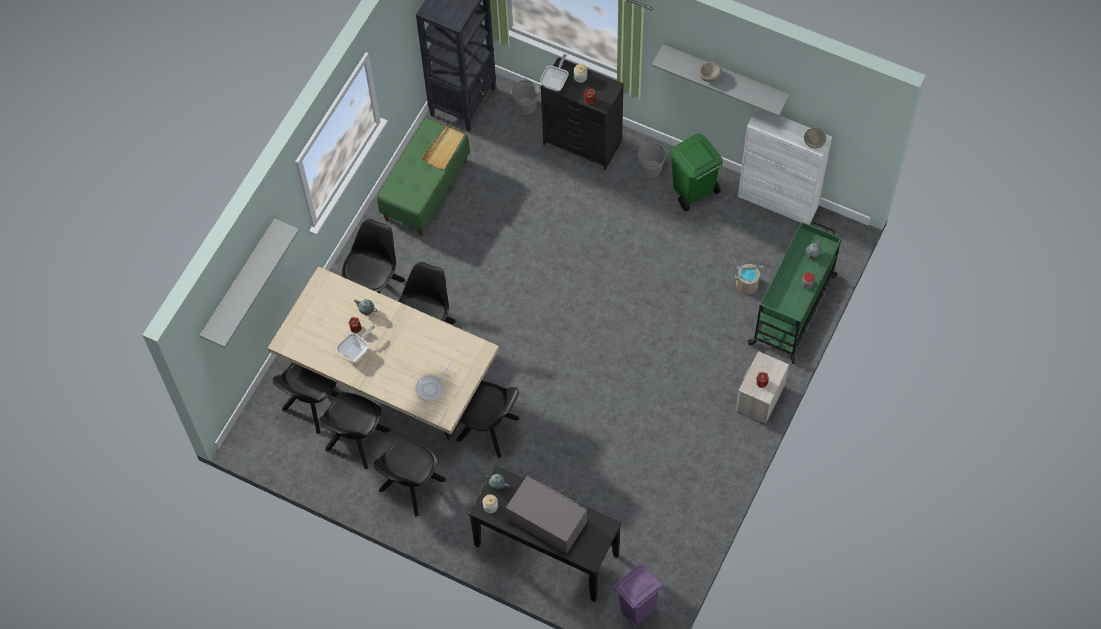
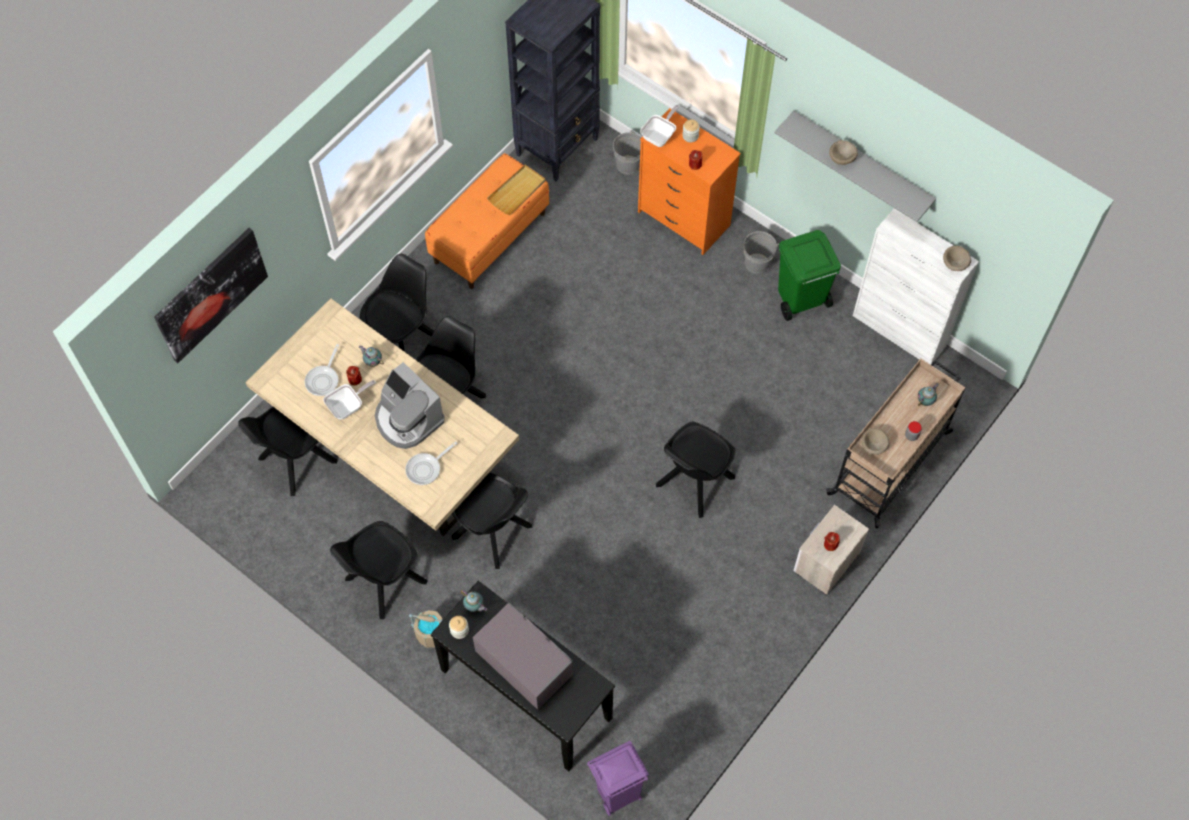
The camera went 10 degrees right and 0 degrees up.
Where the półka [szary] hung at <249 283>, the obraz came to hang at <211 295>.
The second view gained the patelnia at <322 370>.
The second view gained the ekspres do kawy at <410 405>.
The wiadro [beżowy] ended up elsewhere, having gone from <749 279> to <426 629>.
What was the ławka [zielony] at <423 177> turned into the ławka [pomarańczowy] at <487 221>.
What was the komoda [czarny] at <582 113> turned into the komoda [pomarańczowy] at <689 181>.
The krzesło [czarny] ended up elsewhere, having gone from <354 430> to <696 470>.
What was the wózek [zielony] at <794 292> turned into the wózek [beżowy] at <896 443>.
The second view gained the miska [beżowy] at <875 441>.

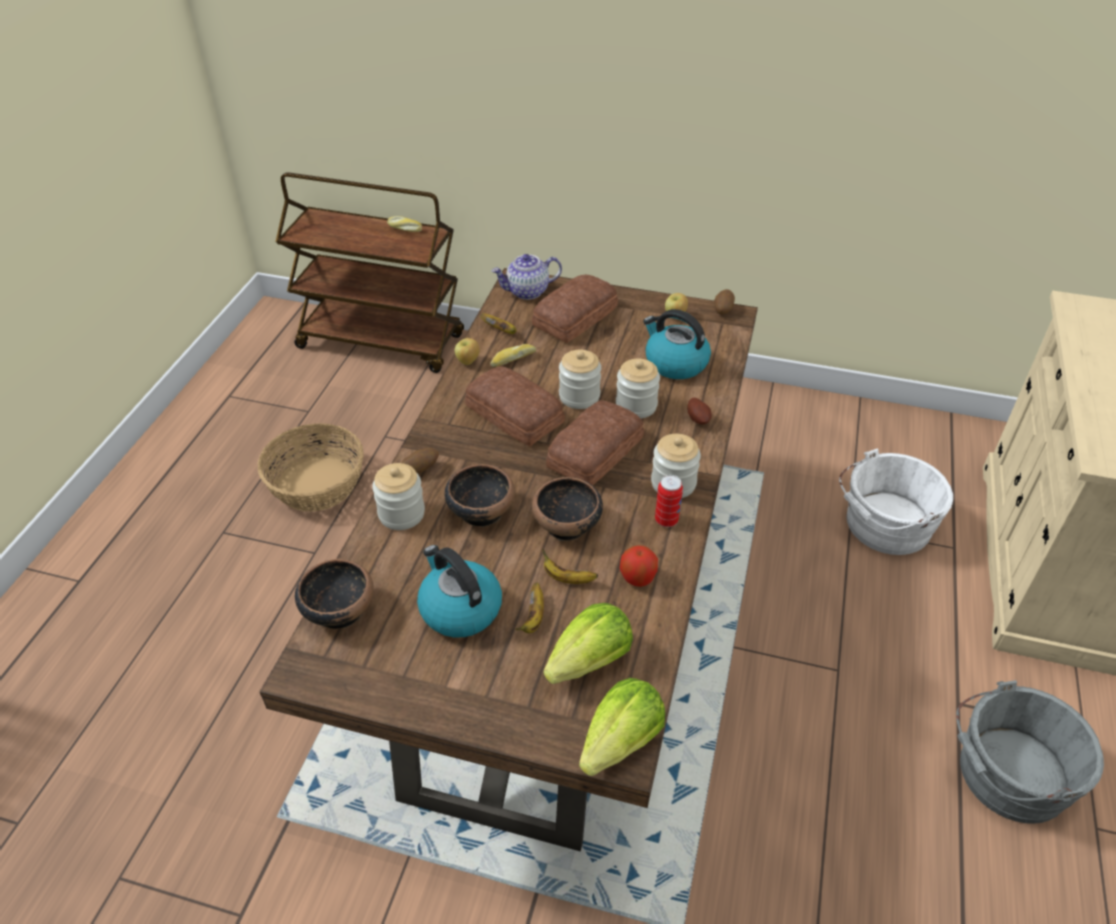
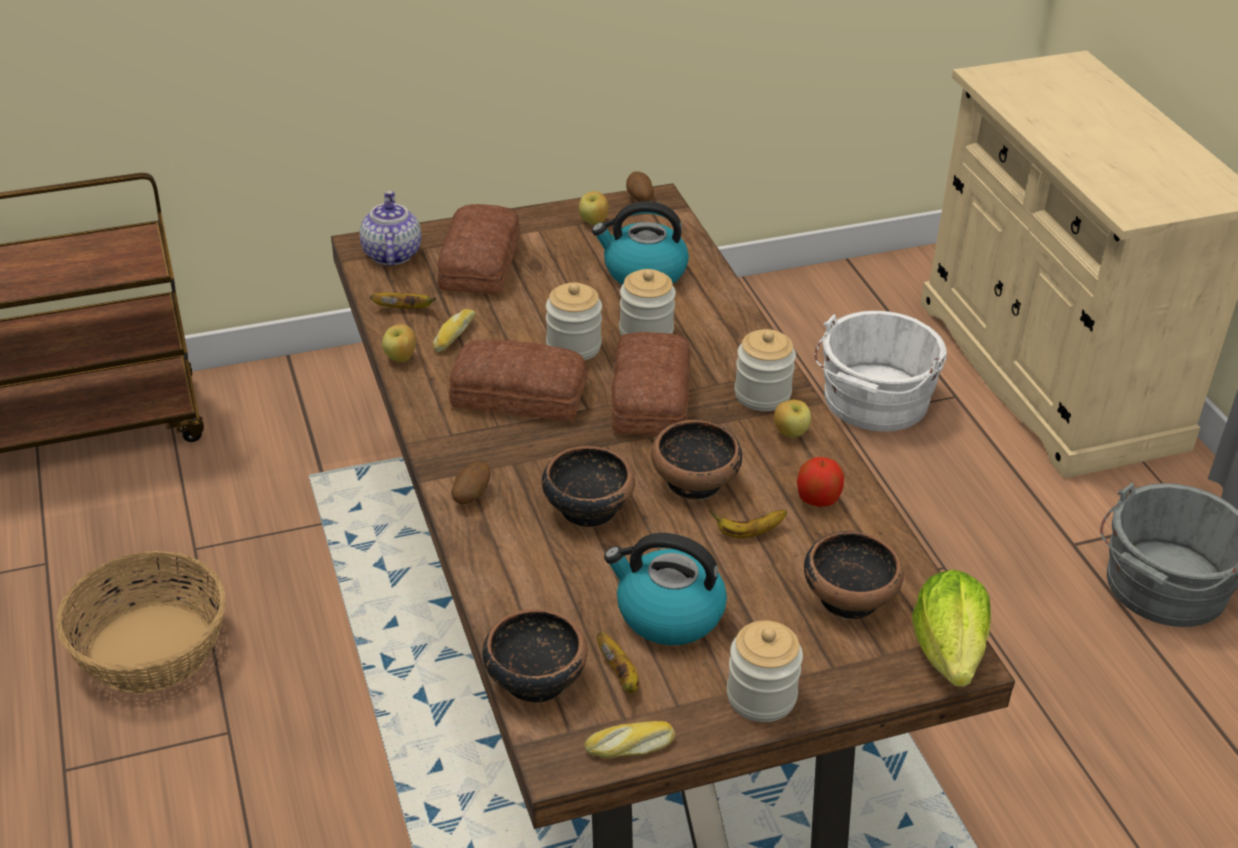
The camera went 35 degrees left and 5 degrees down.
The imbryk at <526 277> ended up facing another way, 135 degrees clockwise from before.
The chleb ended up elsewhere, having gone from <404 224> to <630 739>.
The banan ended up elsewhere, having gone from <530 608> to <618 662>.
The słoik ended up elsewhere, having gone from <398 496> to <765 671>.
Where the puszka stood at <669 501>, the jabłko came to stand at <792 419>.
Where the sałata stood at <588 643>, the miska came to stand at <854 575>.
The second view lost the ziemniak at <699 411>.

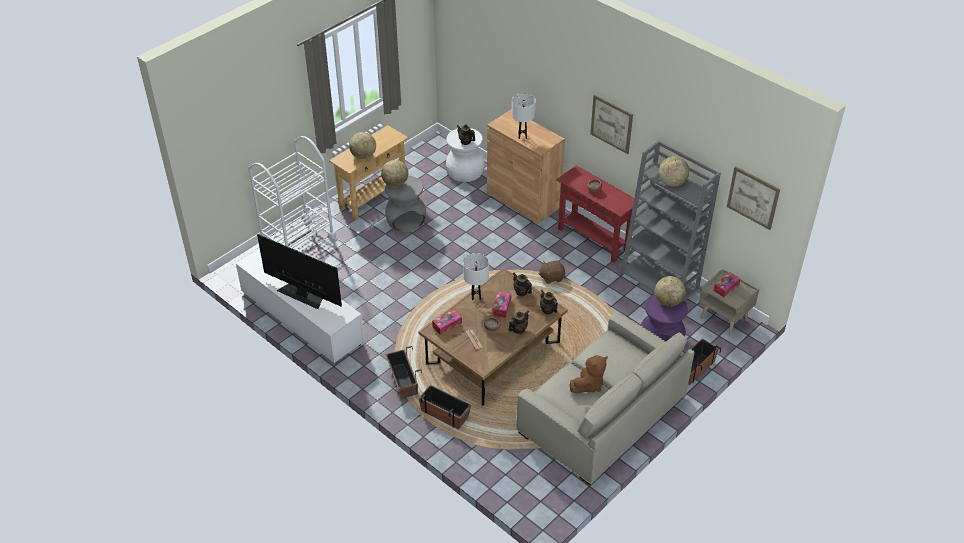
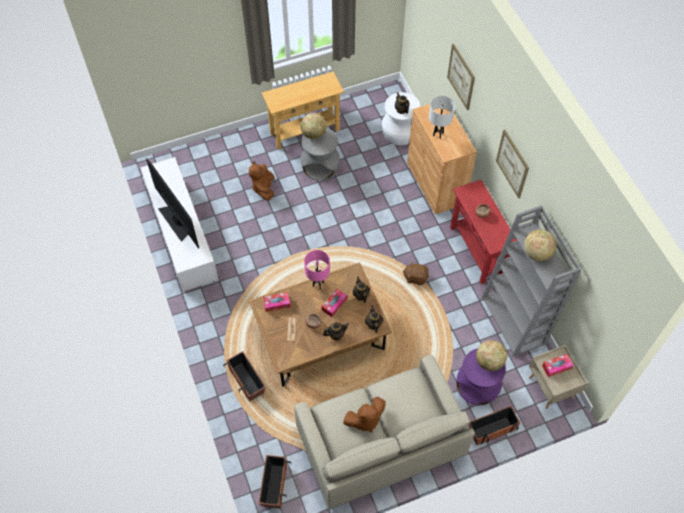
The camera went 25 degrees right and 15 degrees up.
The second view gained the pluszak [brązowy] at <262 181>.
The donica ended up elsewhere, having gone from <403 372> to <274 482>.
What was the lampa stołowa [biały] at <476 276> turned into the lampa stołowa [różowy] at <317 269>.
The obraz ended up elsewhere, having gone from <753 198> to <461 77>.
The second view lost the wózek [biały] at <292 192>.
The second view lost the globus at <362 145>.

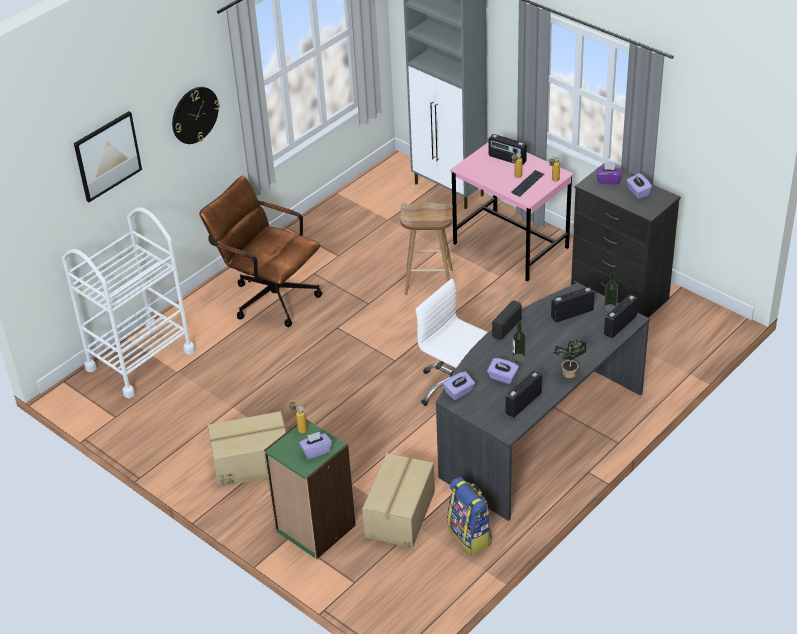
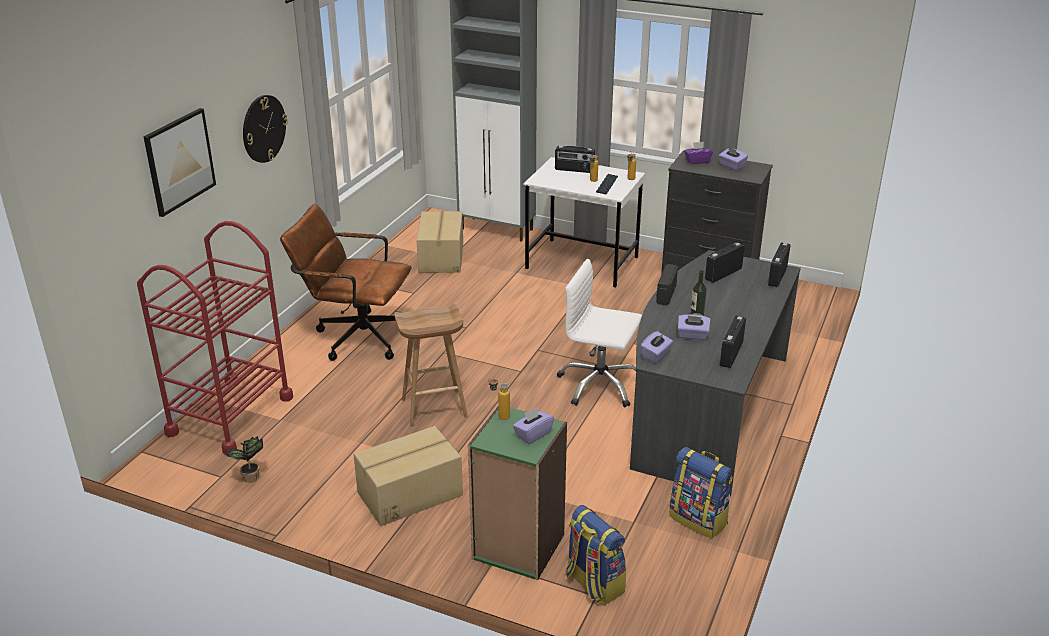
The camera went 20 degrees left and 10 degrees down.
What was the wózek [biały] at <128 302> turned into the wózek [czerwony] at <215 337>.
The roślina doniczkowa ended up elsewhere, having gone from <569 358> to <243 459>.
The stołek [brązowy] ended up elsewhere, having gone from <426 249> to <431 365>.
The karton ended up elsewhere, having gone from <398 500> to <440 242>.
What was the biurko [różowy] at <512 211> turned into the biurko [biały] at <584 222>.
The second view gained the plecak at <596 555>.
The second view lost the butelka at <611 292>.

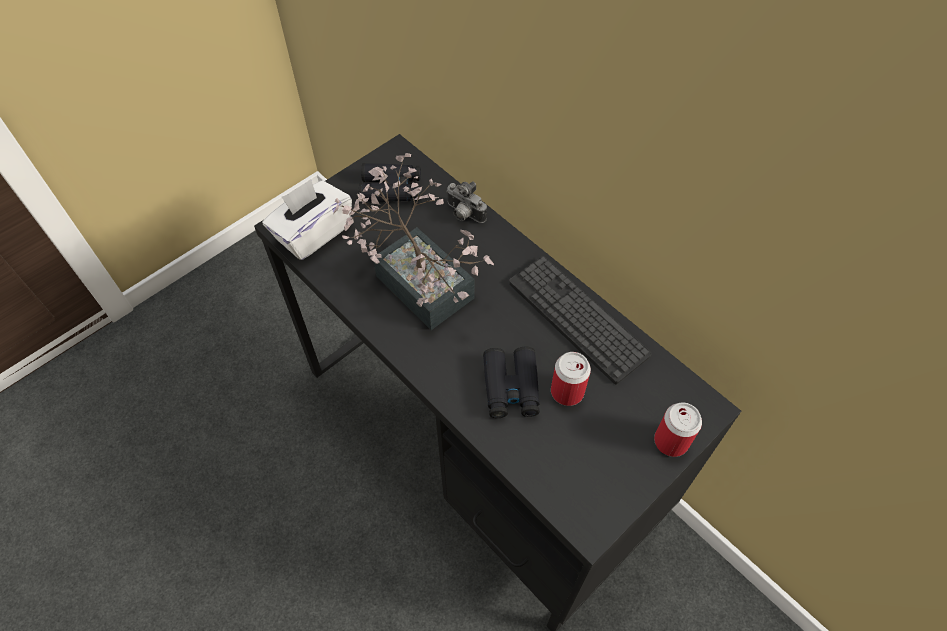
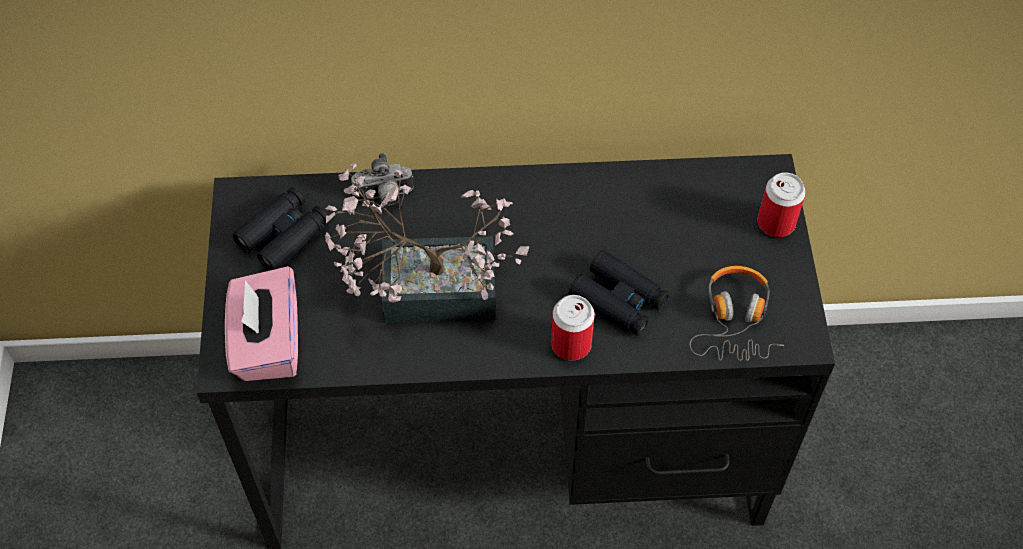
The camera went 50 degrees left and 0 degrees up.
What was the pudełko chusteczek [biały] at <307 219> turned into the pudełko chusteczek [różowy] at <261 323>.
The puszka ended up elsewhere, having gone from <571 379> to <573 328>.
The second view gained the słuchawki at <736 313>.
The second view lost the klawiatura at <580 320>.

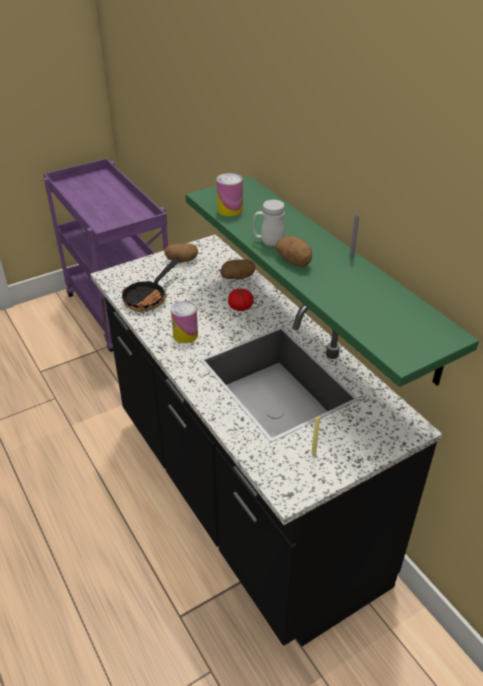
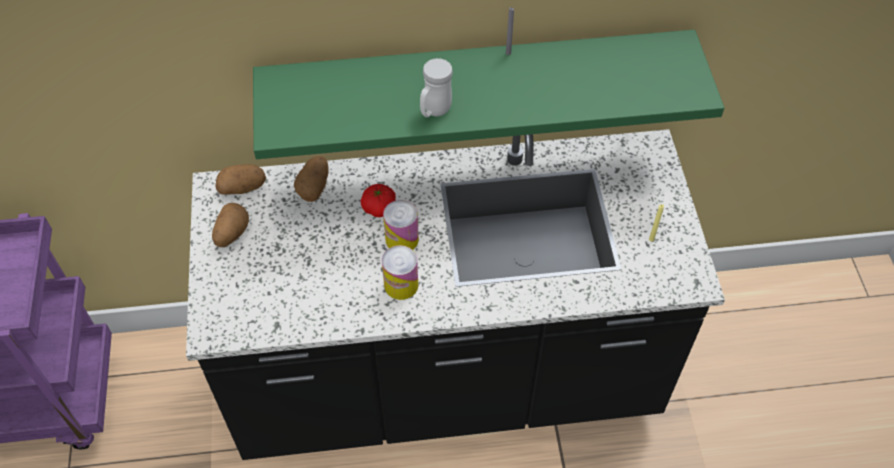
The camera went 65 degrees left and 15 degrees up.
The ziemniak ended up elsewhere, having gone from <293 251> to <240 179>.
The puszka ended up elsewhere, having gone from <230 195> to <401 225>.
The second view lost the patelnia at <151 284>.

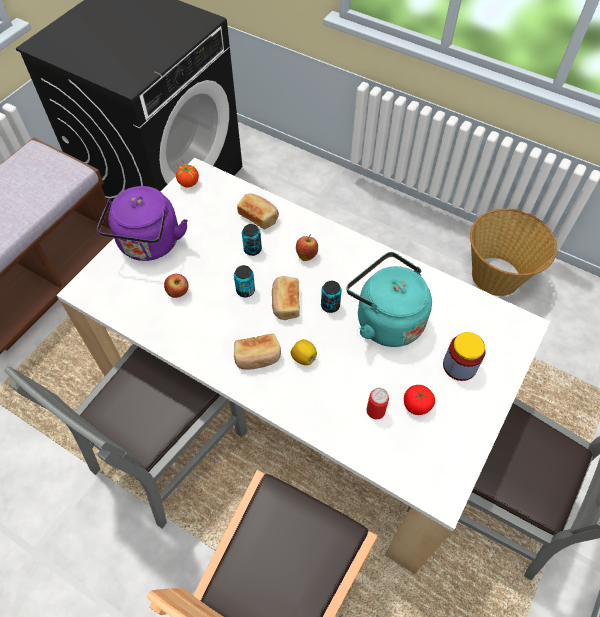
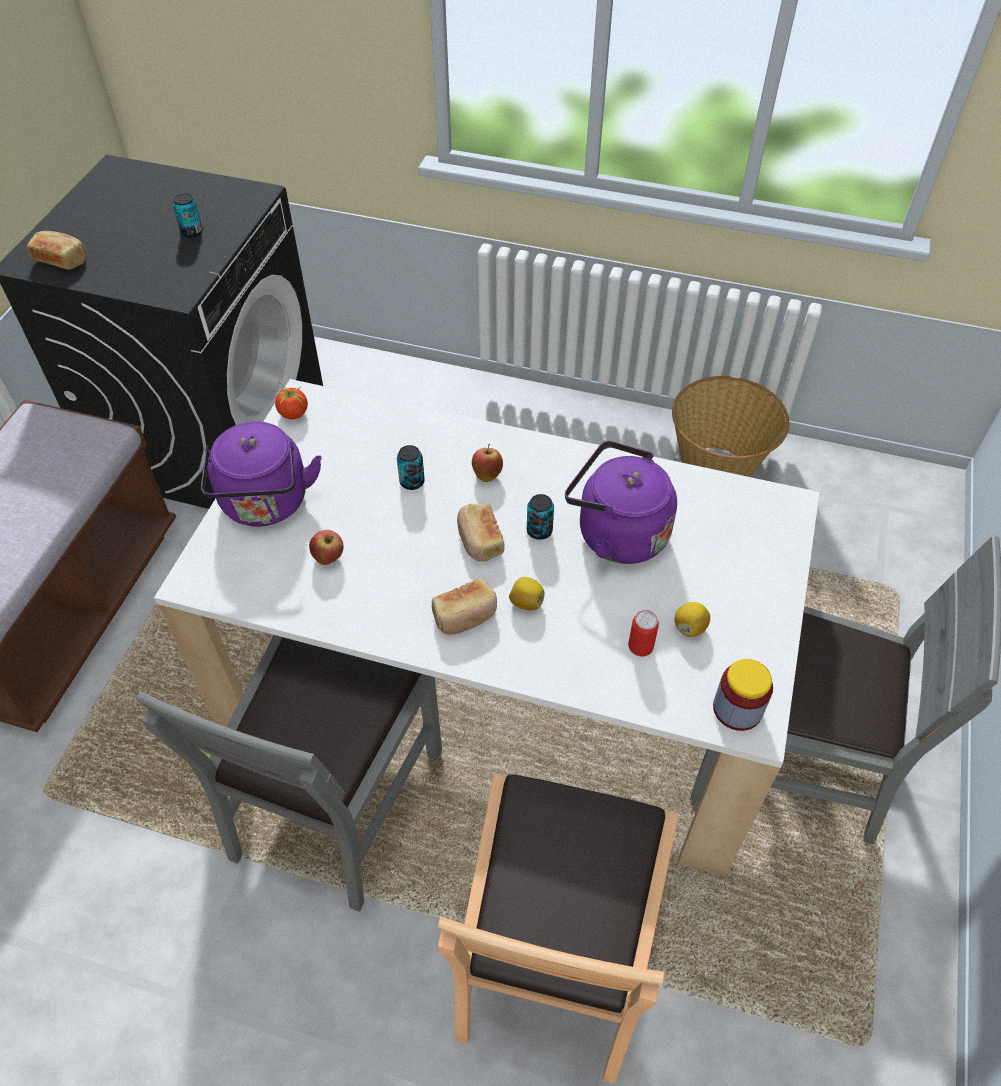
The camera went 15 degrees left and 5 degrees down.
The chleb ended up elsewhere, having gone from <258 211> to <56 250>.
The puszka ended up elsewhere, having gone from <244 281> to <188 215>.
What was the czajnik [turkusowy] at <389 299> turned into the czajnik [fioletowy] at <621 502>.
Where the pomidor stood at <419 400>, the cytryna came to stand at <692 619>.
The słoik ended up elsewhere, having gone from <464 356> to <743 695>.

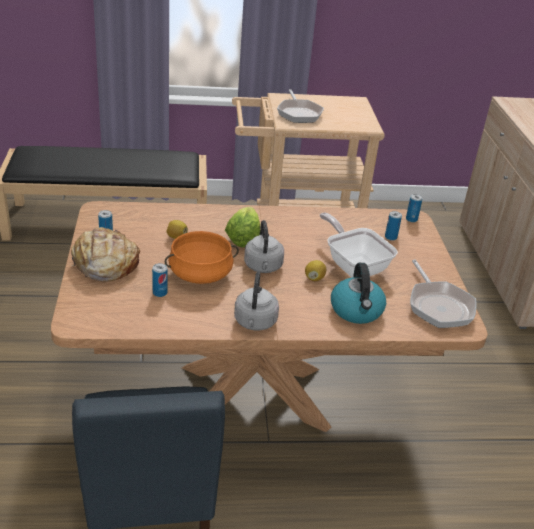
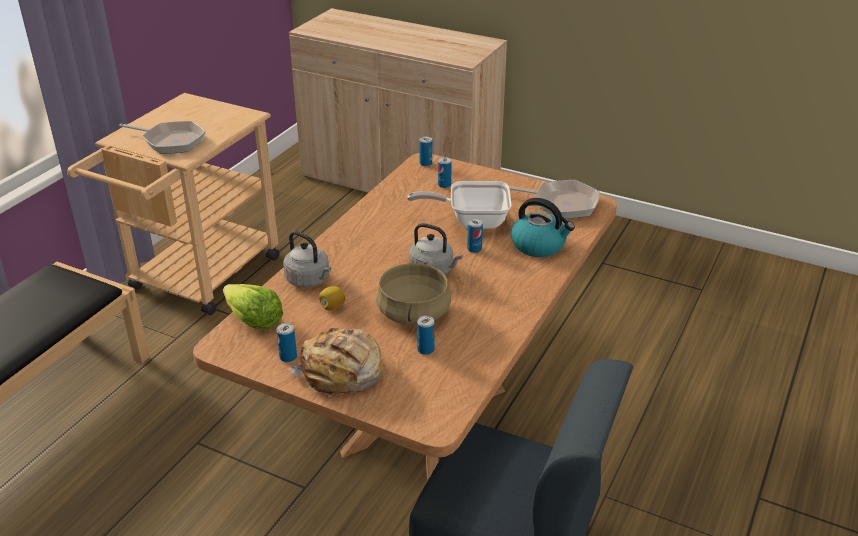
The camera went 55 degrees left and 0 degrees up.
The sałata ended up elsewhere, having gone from <242 227> to <253 306>.
The czajnik [szary] ended up elsewhere, having gone from <256 301> to <307 259>.
What was the garnek [pomarańczowy] at <202 257> turned into the garnek [beżowy] at <413 293>.
Where the cytryna stood at <315 270>, the puszka came to stand at <475 236>.

